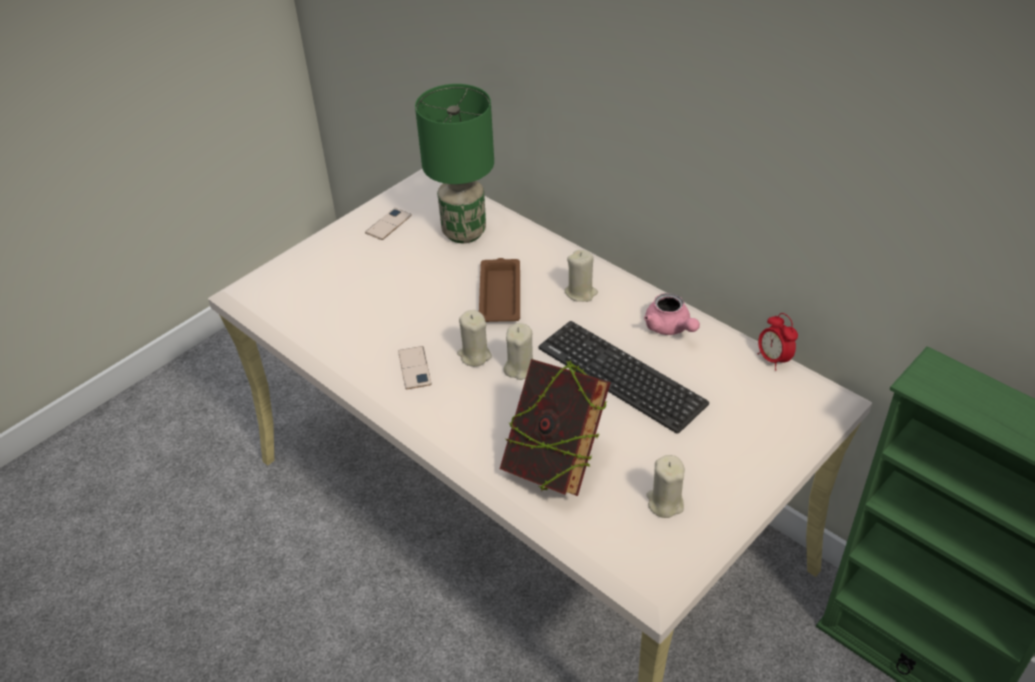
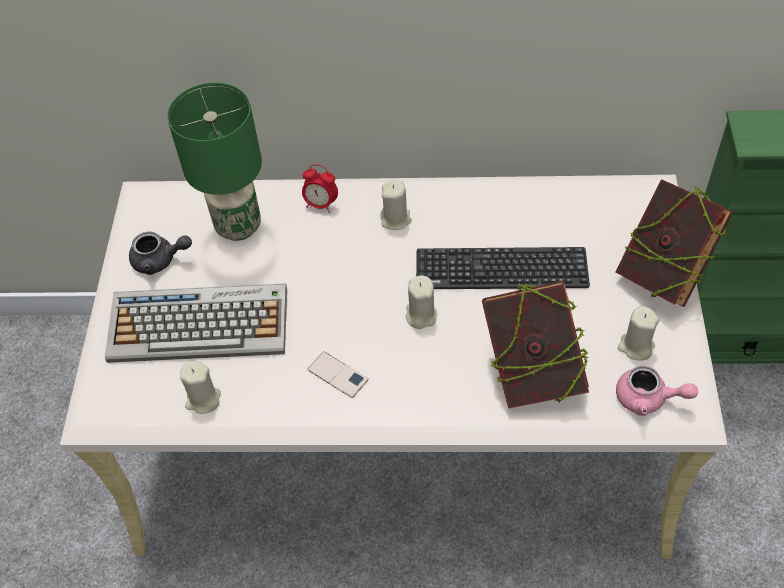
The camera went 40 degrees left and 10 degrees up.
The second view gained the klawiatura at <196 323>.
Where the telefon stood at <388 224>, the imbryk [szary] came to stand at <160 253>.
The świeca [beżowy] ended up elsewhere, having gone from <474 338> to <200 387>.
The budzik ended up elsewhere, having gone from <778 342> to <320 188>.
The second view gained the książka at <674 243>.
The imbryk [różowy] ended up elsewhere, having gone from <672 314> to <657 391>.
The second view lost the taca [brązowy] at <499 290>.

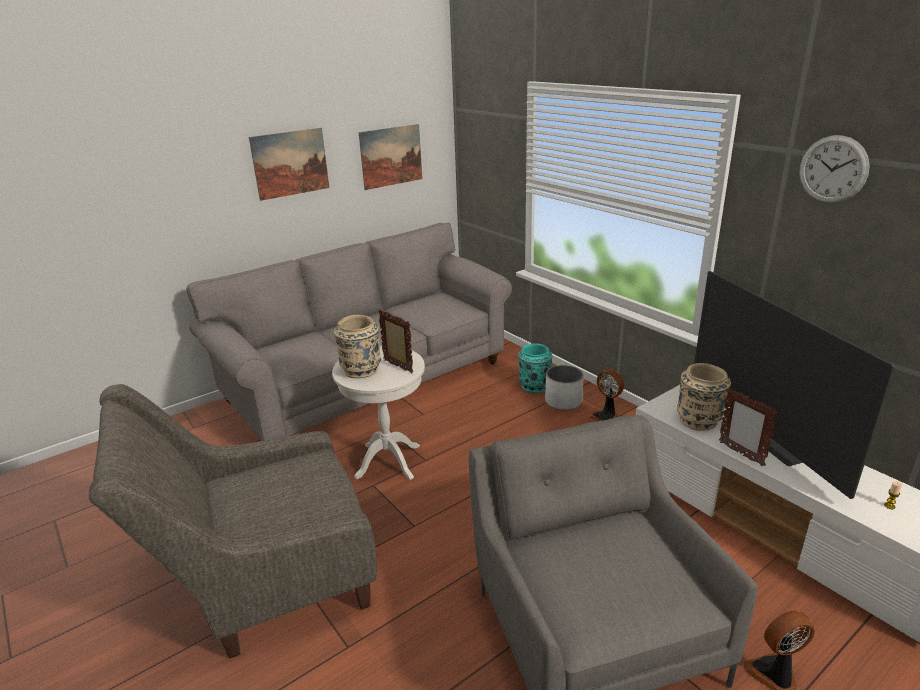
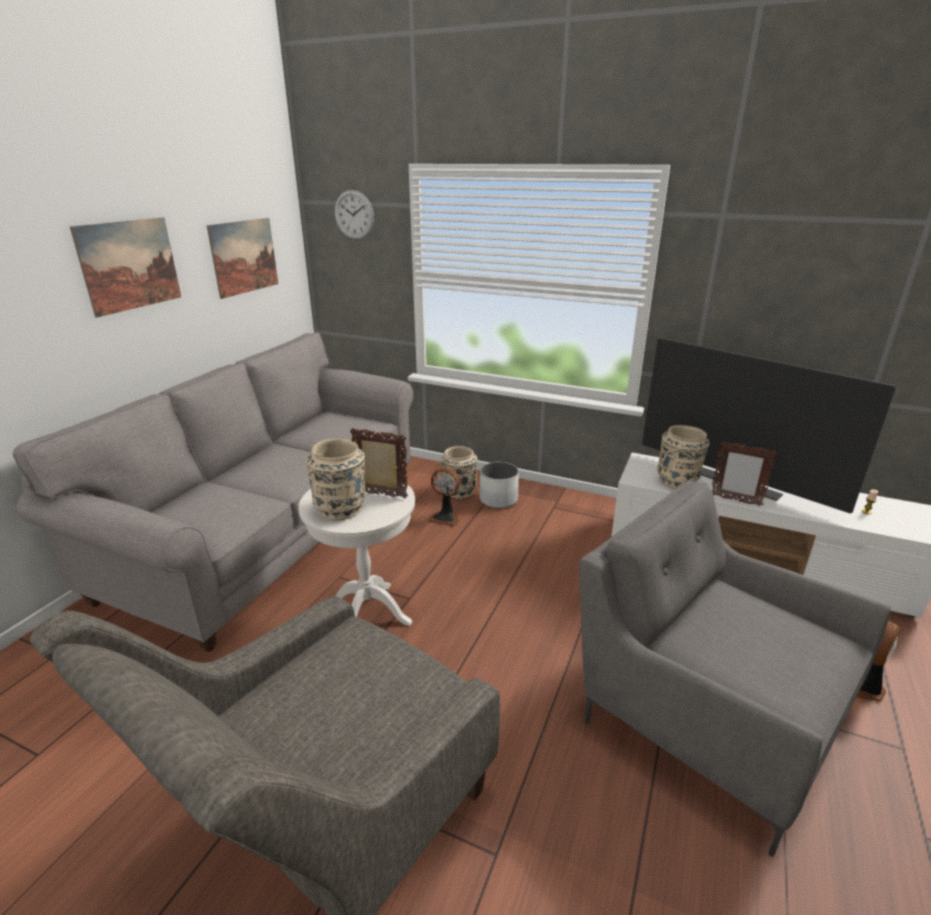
The camera went 30 degrees left and 0 degrees up.
The zegar ścienny ended up elsewhere, having gone from <834 169> to <354 214>.
The wentylator ended up elsewhere, having gone from <606 395> to <444 496>.
What was the wazon [turkusowy] at <535 368> turned into the wazon [beżowy] at <459 472>.

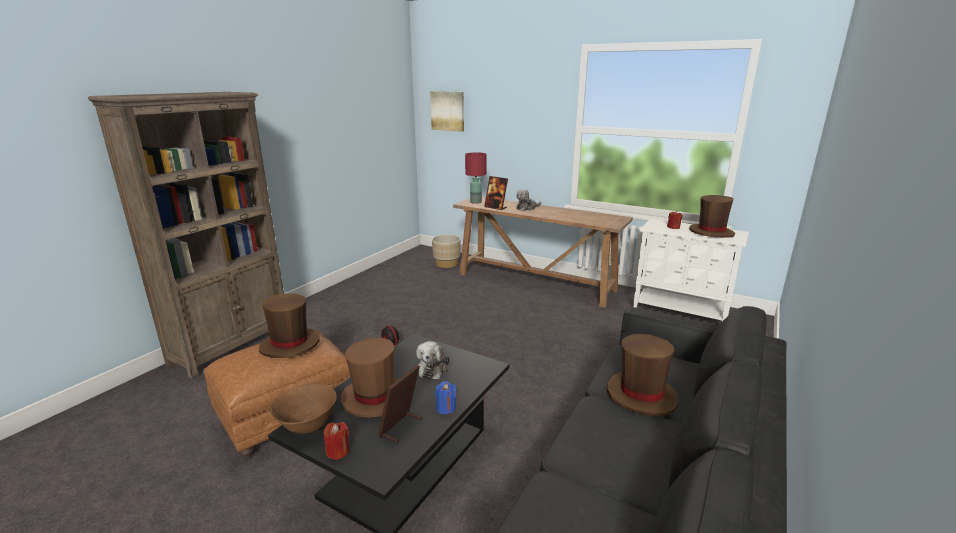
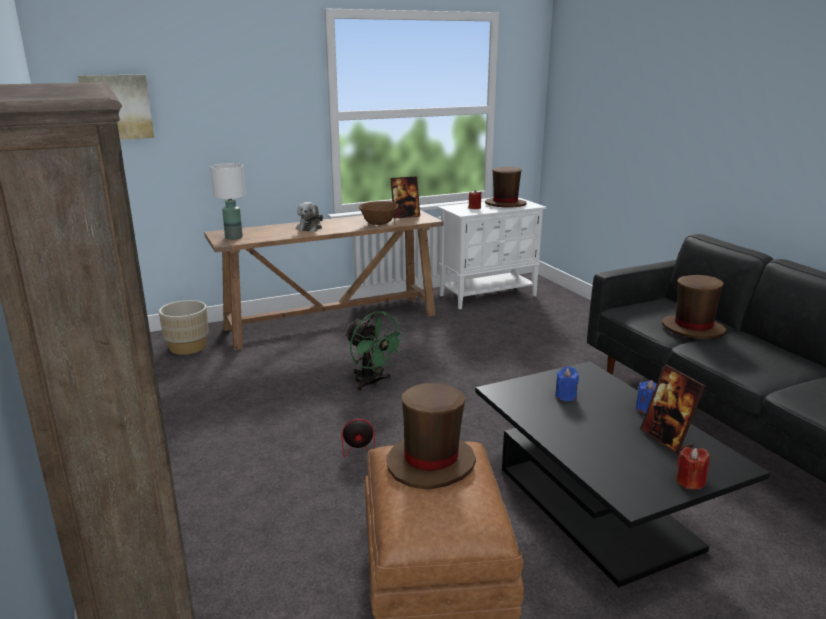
The camera went 55 degrees left and 0 degrees up.
What was the lampa stołowa [czerwony] at <476 178> turned into the lampa stołowa [biały] at <228 201>.
The second view gained the wentylator [zielony] at <375 351>.
The miska [brązowy] ended up elsewhere, having gone from <303 409> to <379 213>.
The ramka na zdjęcie ended up elsewhere, having gone from <496 193> to <405 197>.
Where the pluszak stood at <432 360>, the świeca [niebieski] came to stand at <567 383>.
The second view lost the kapelusz [brązowy] at <369 378>.

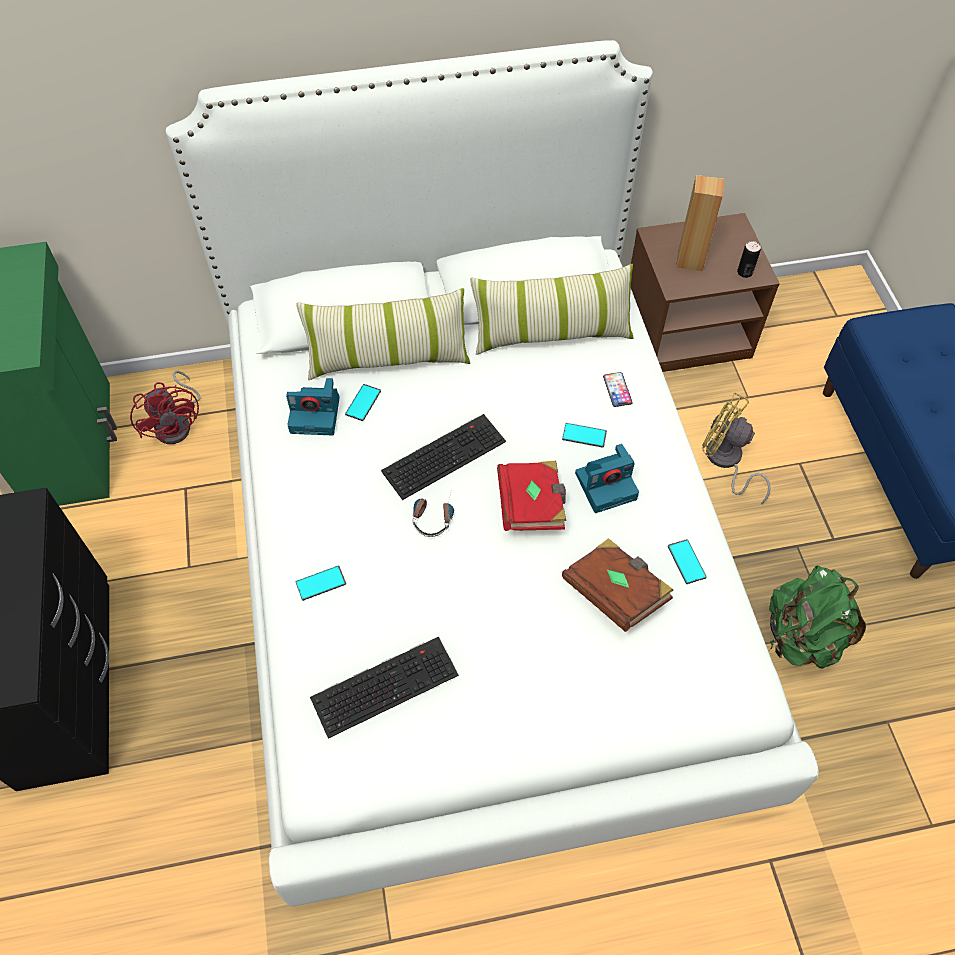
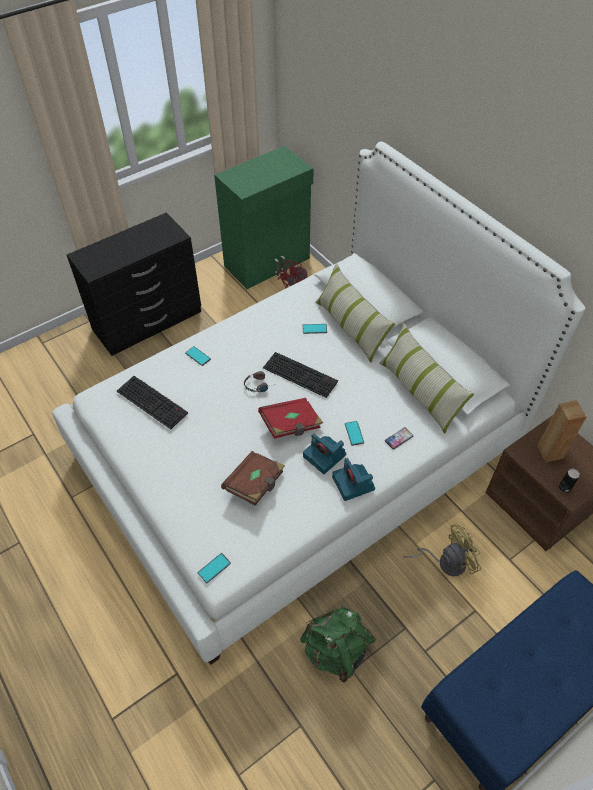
The camera went 65 degrees right and 5 degrees down.
The telefon ended up elsewhere, having gone from <687 561> to <214 568>.
The aparat fotograficzny ended up elsewhere, having gone from <313 407> to <353 479>.
The wentylator [żółty] at <736 448> ended up facing another way, 60 degrees clockwise from before.

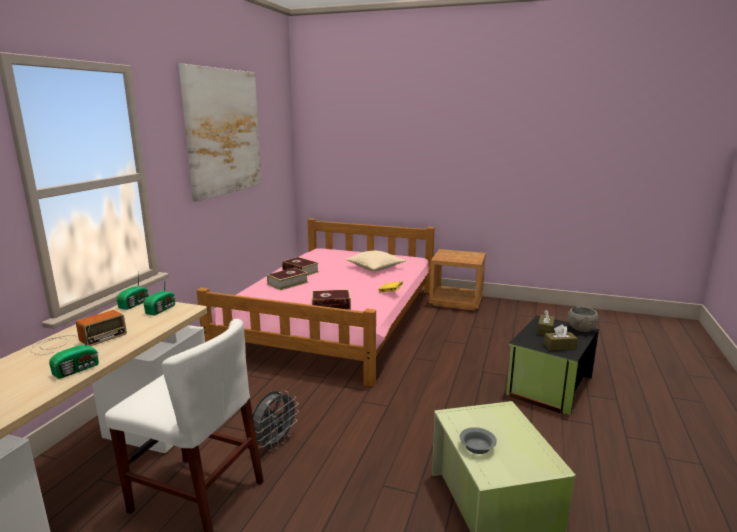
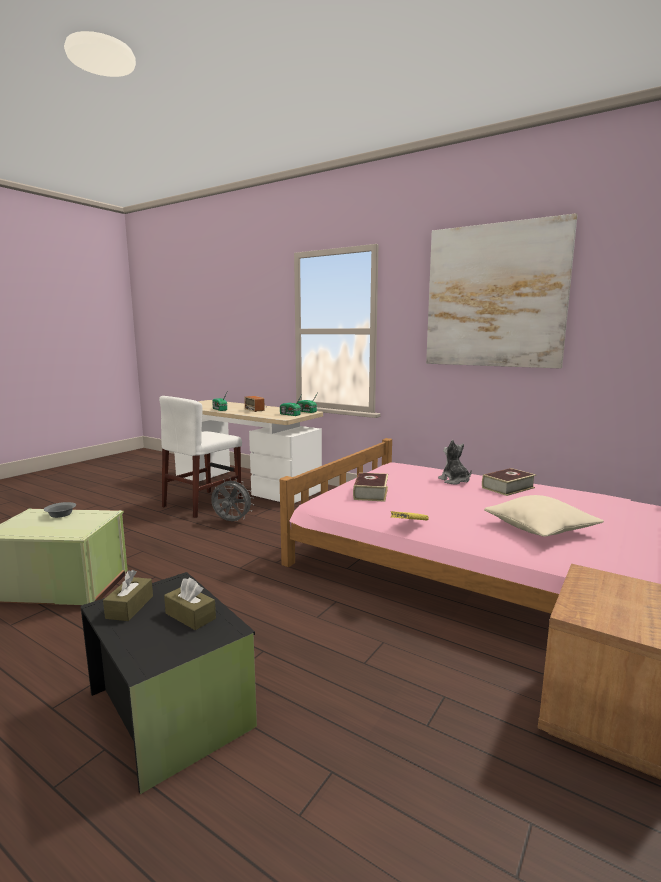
The camera went 105 degrees right and 5 degrees down.
The wentylator [szary] at <276 421> ended up facing another way, 150 degrees clockwise from before.
Where the książka stood at <287 279>, the pluszak came to stand at <455 462>.
The second view lost the miska [szary] at <583 319>.

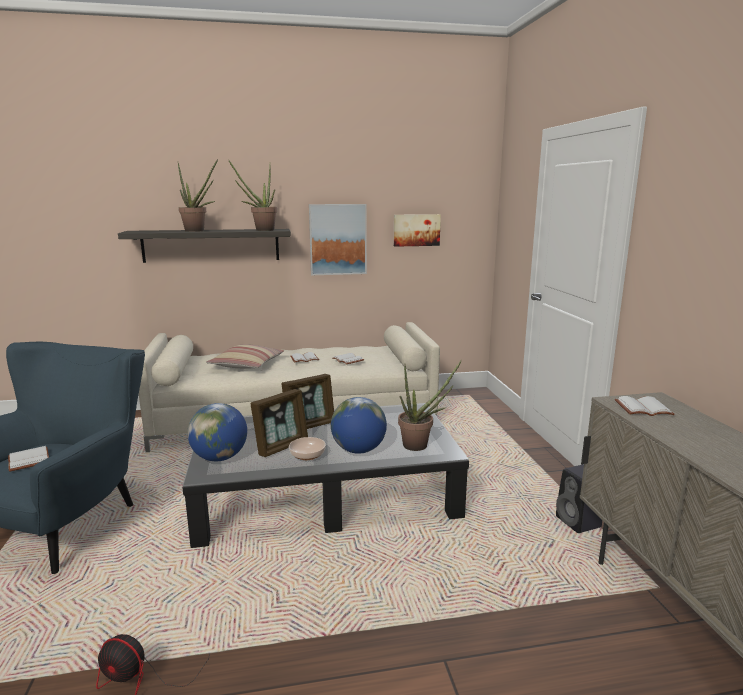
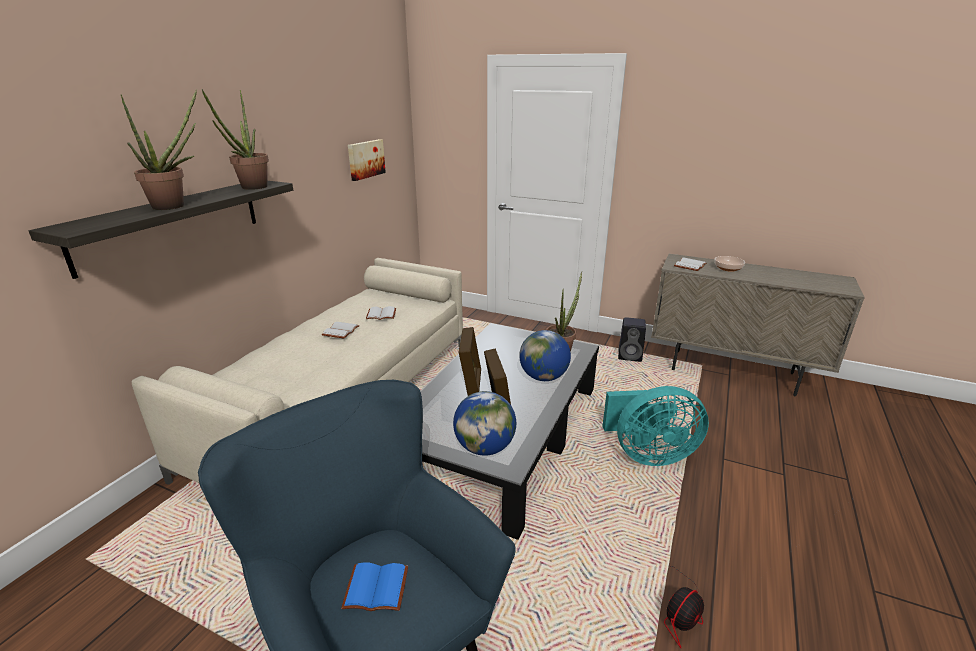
The camera went 55 degrees left and 10 degrees up.
What was the książka [biały] at <28 459> turned into the książka [niebieski] at <374 586>.
The second view gained the wentylator [turkusowy] at <655 426>.
The miska ended up elsewhere, having gone from <307 448> to <730 264>.
The second view lost the poduszka at <245 356>.
The second view lost the obraz at <338 239>.

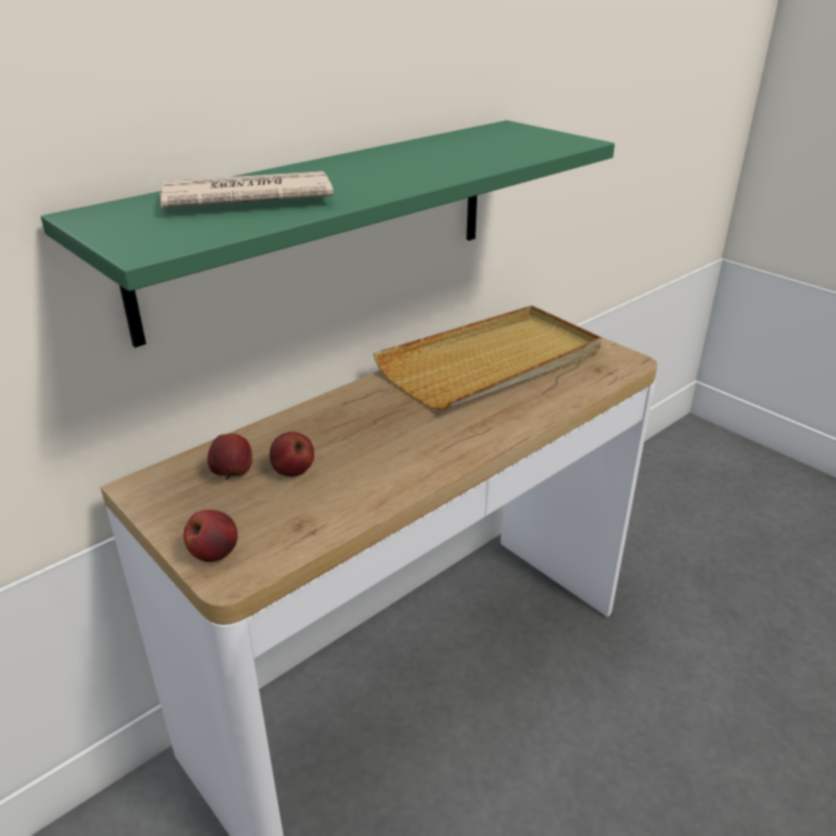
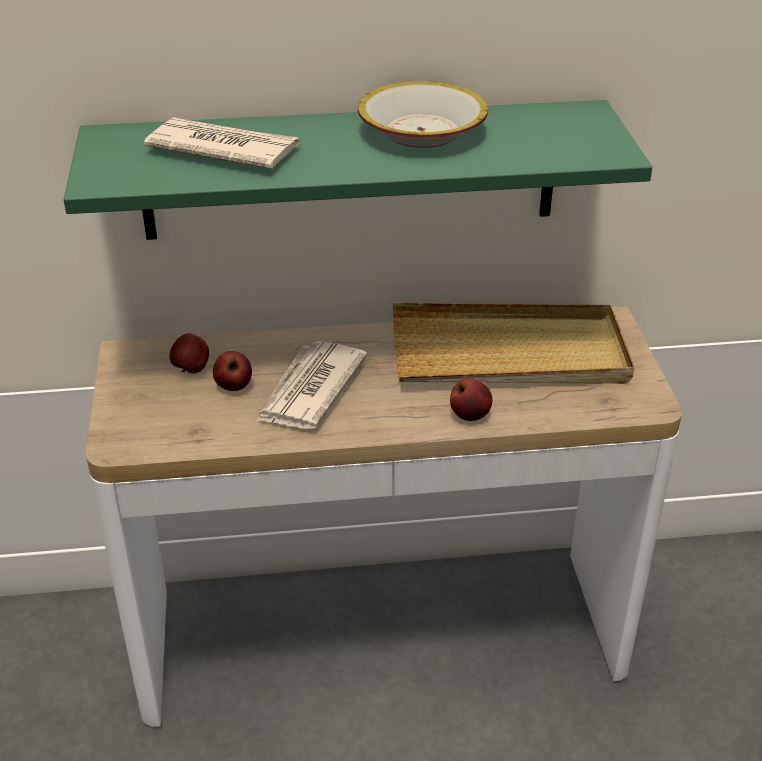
The camera went 35 degrees right and 5 degrees up.
The second view gained the gazeta at <311 385>.
The second view gained the miska at <423 114>.
The jabłko ended up elsewhere, having gone from <211 536> to <471 399>.

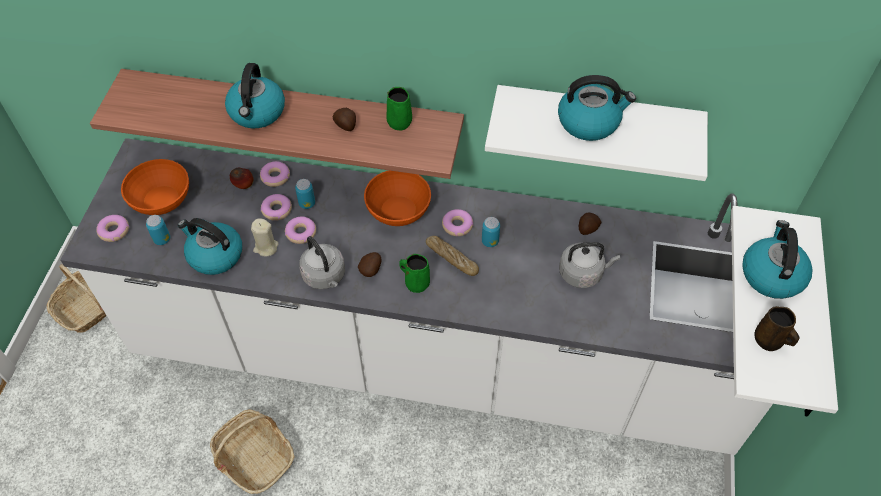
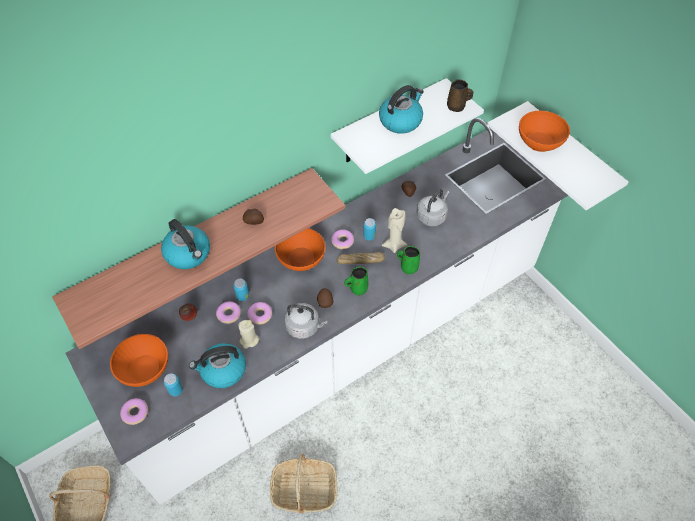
The camera went 45 degrees left and 0 degrees up.
The second view gained the świeca [beżowy] at <394 230>.
The kubek [zielony] ended up elsewhere, having gone from <399 109> to <408 260>.
The kubek [brązowy] ended up elsewhere, having gone from <777 328> to <460 95>.
Where the czajnik stood at <778 259>, the miska [pomarańczowy] came to stand at <544 131>.
The second view lost the donut at <275 174>.

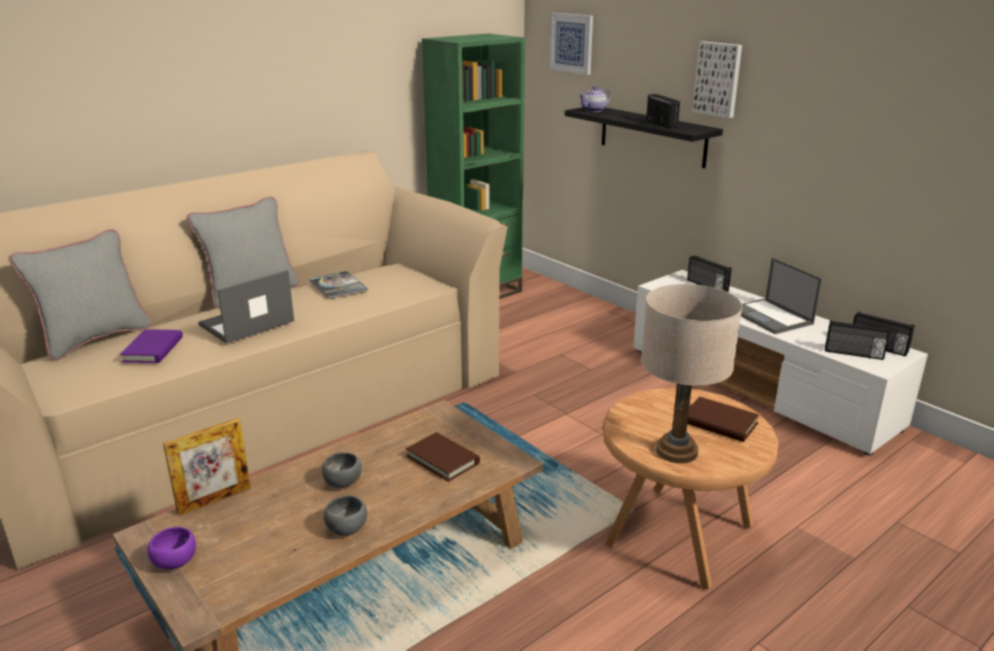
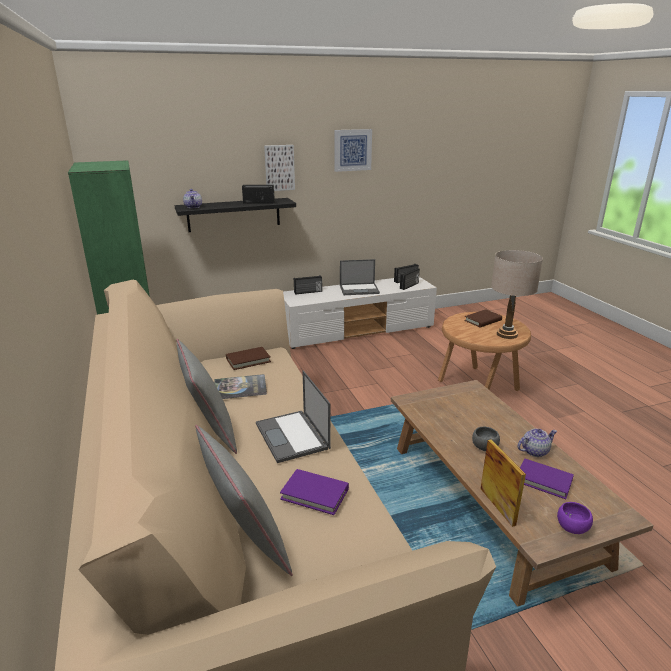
The camera went 70 degrees left and 0 degrees up.
The książka [brązowy] ended up elsewhere, having gone from <443 457> to <248 358>.
The obraz ended up elsewhere, having gone from <571 44> to <353 150>.
Where the miska [szary] stood at <345 515>, the imbryk came to stand at <537 443>.
The second view gained the książka [fioletowy] at <547 478>.

